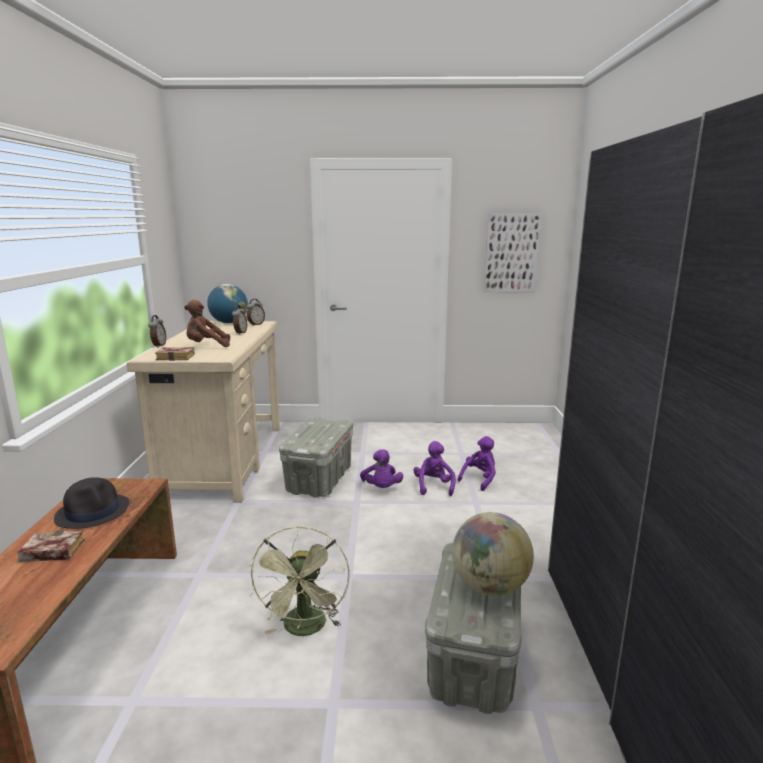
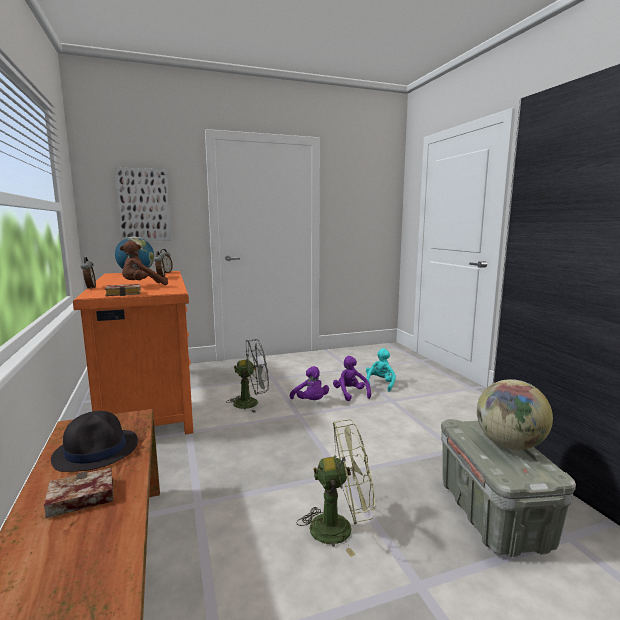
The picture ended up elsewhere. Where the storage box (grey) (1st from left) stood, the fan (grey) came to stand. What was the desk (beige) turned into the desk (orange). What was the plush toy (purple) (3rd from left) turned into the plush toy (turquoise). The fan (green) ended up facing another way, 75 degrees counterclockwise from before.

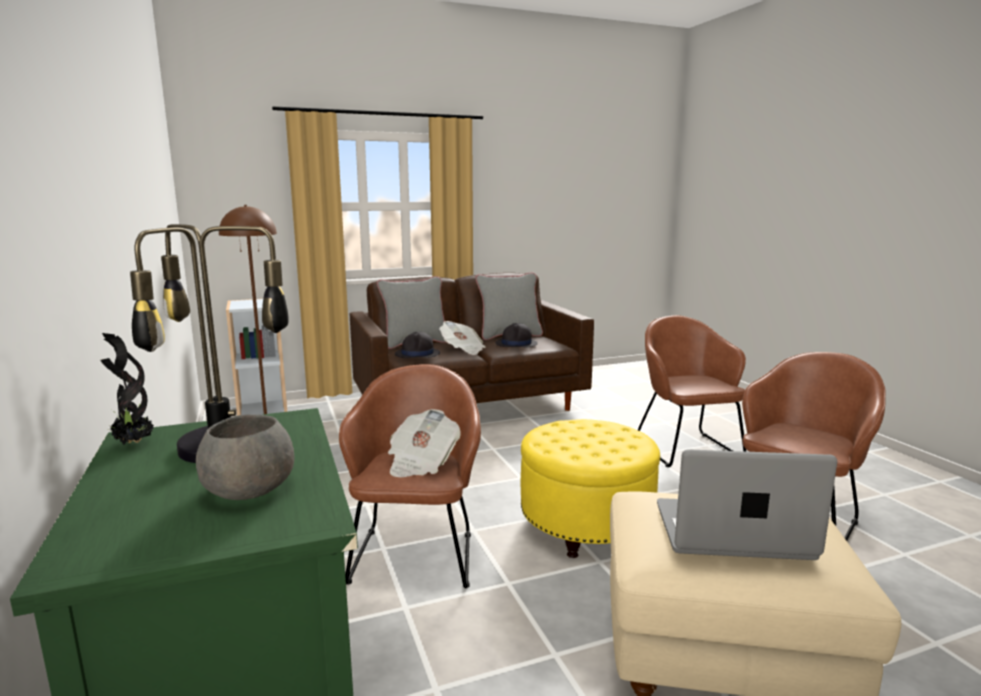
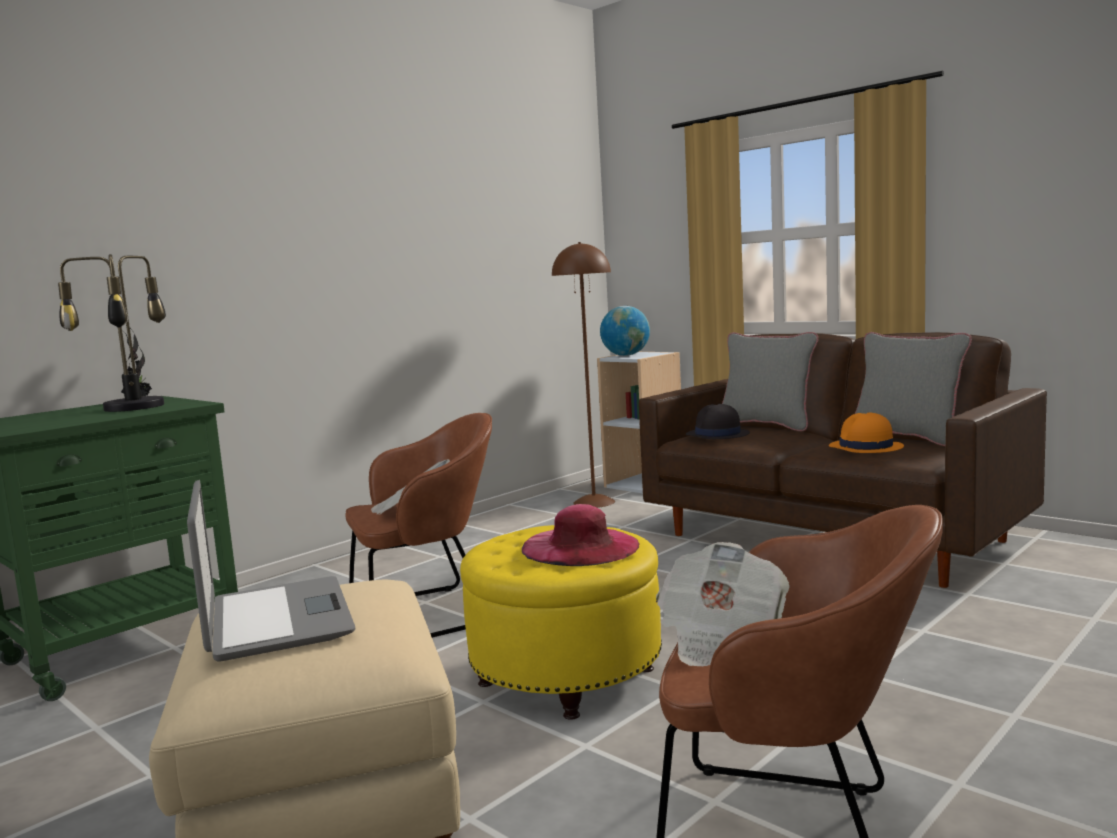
The second view lost the bowl (grey). The second view lost the armchair (brown) (2nd from left). The second view gained the hat (pink). The second view gained the globe. The newspaper (2nd from left) ended up elsewhere. What was the hat (black) (2nd from left) turned into the hat (orange).

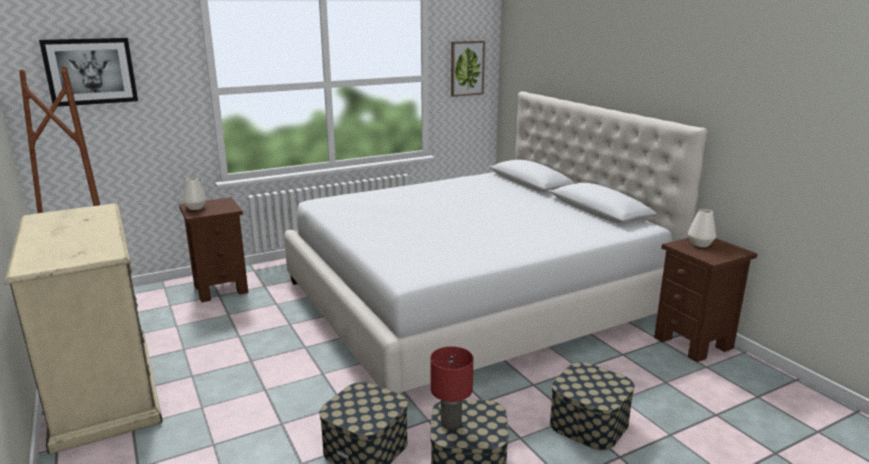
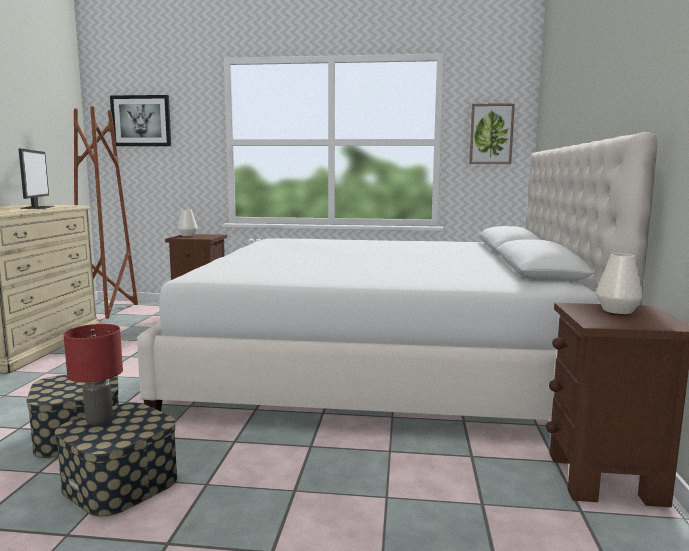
The second view lost the storage box (3rd from left). The second view gained the monitor.

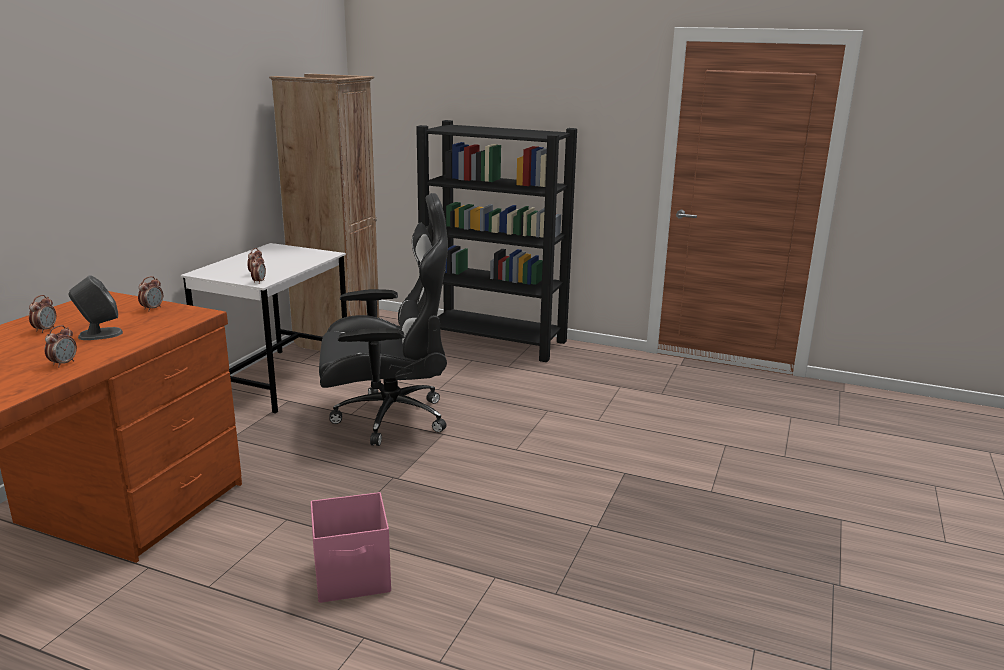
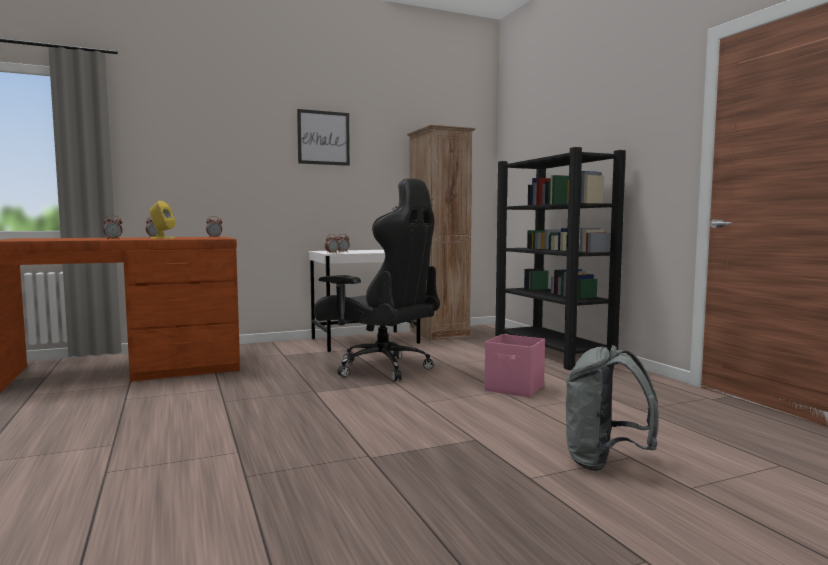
The second view gained the picture. The second view gained the backpack (grey). The storage box (pink) ended up elsewhere. What was the speaker (grey) turned into the speaker (yellow).

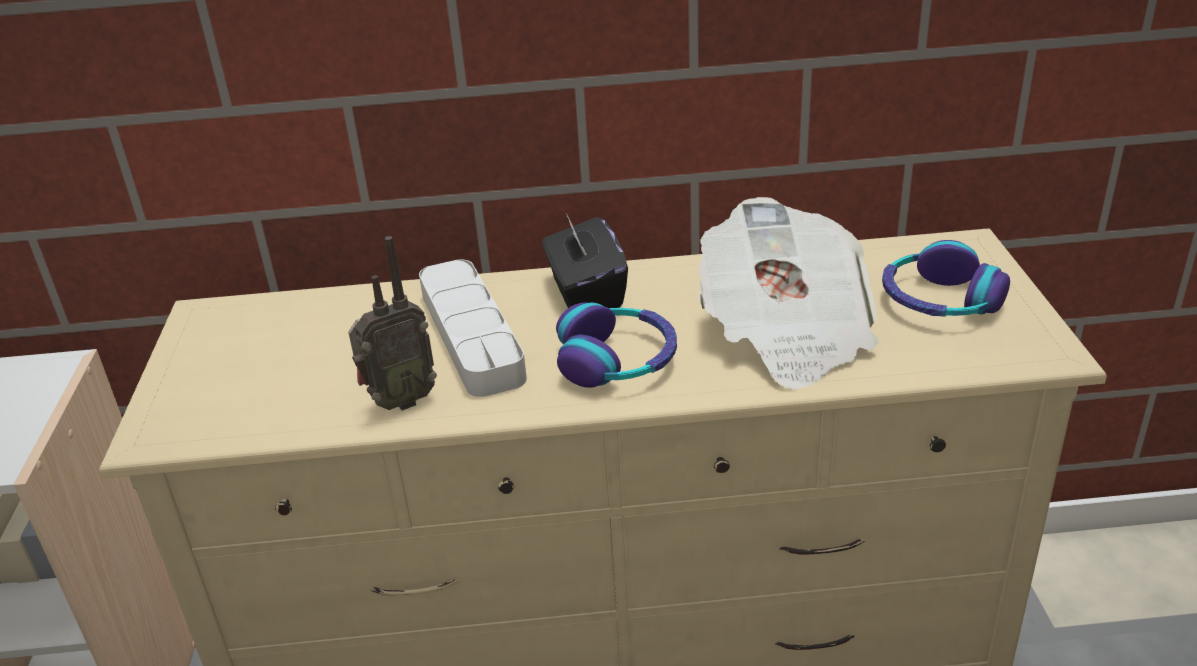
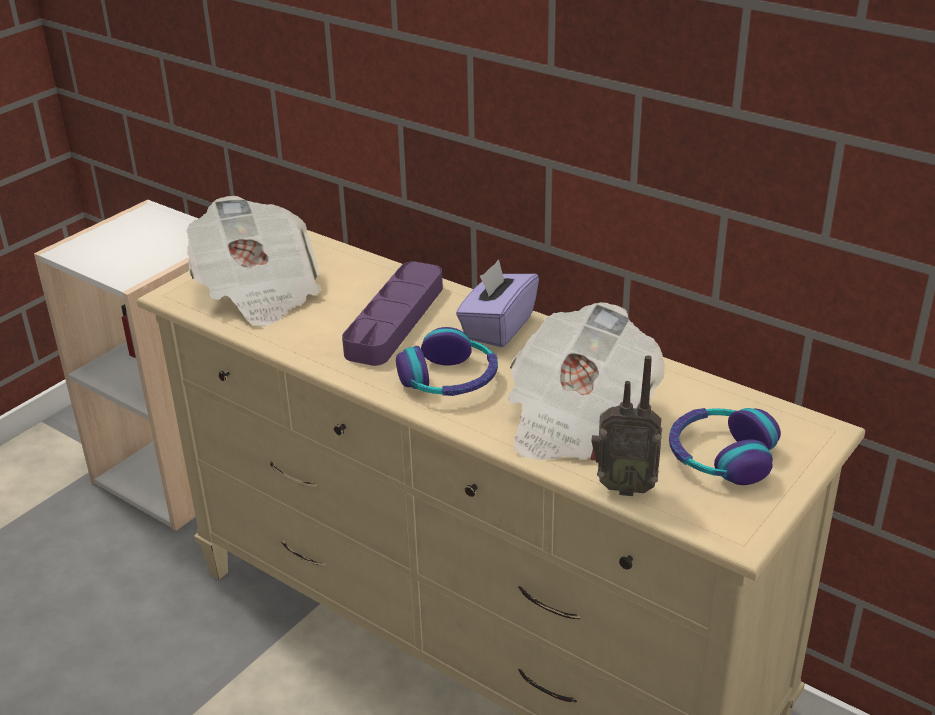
The second view gained the newspaper (1st from left). The radio ended up elsewhere. What was the tray (grey) turned into the tray (purple). What was the tissue box (black) turned into the tissue box (purple).

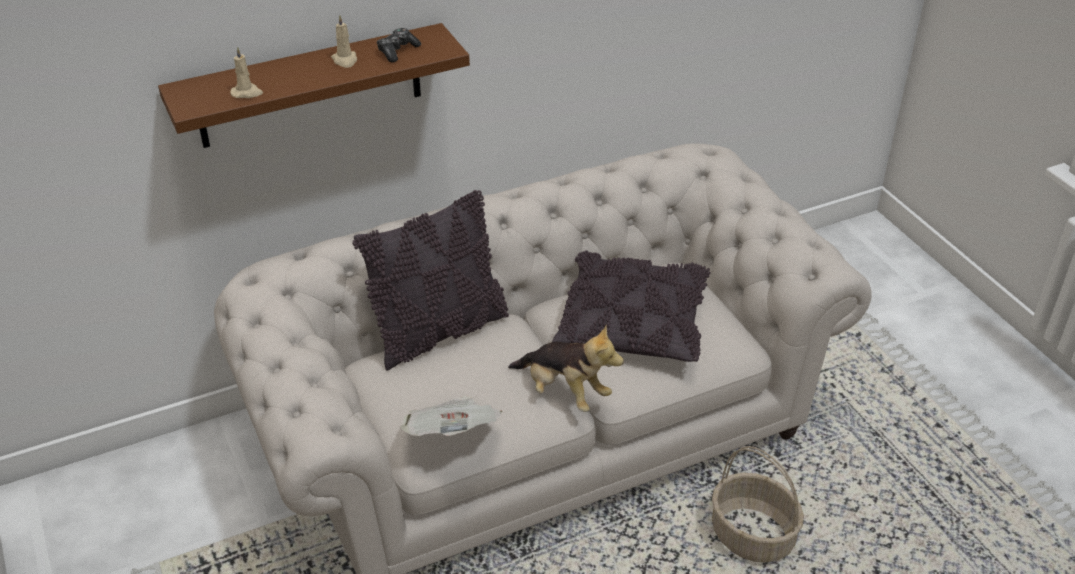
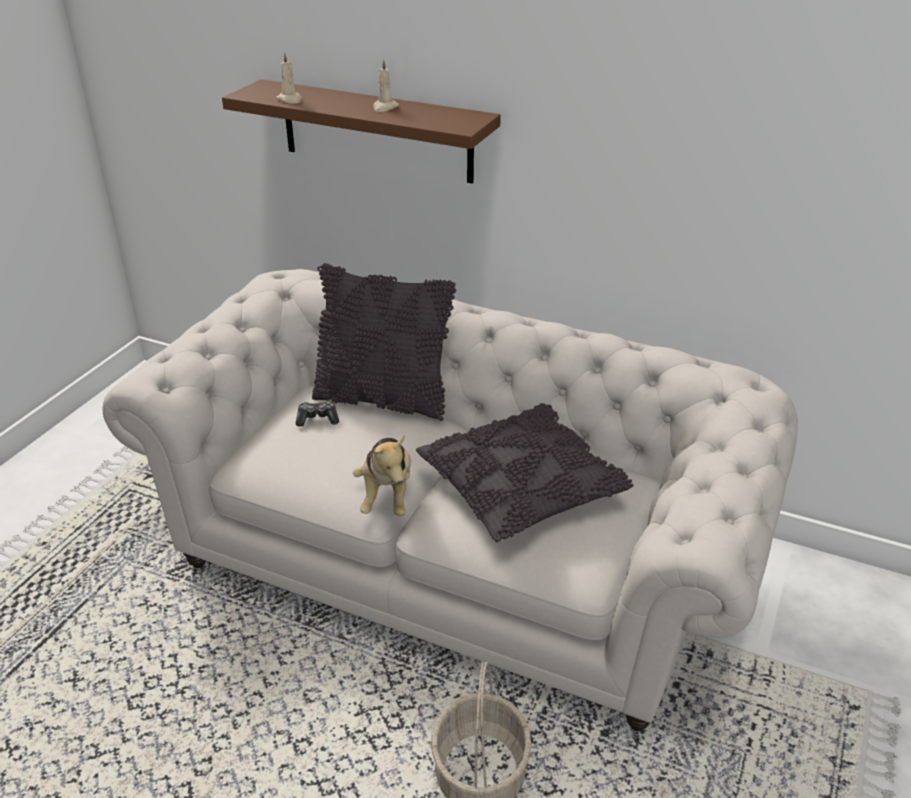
The second view lost the newspaper. The game controller ended up elsewhere.

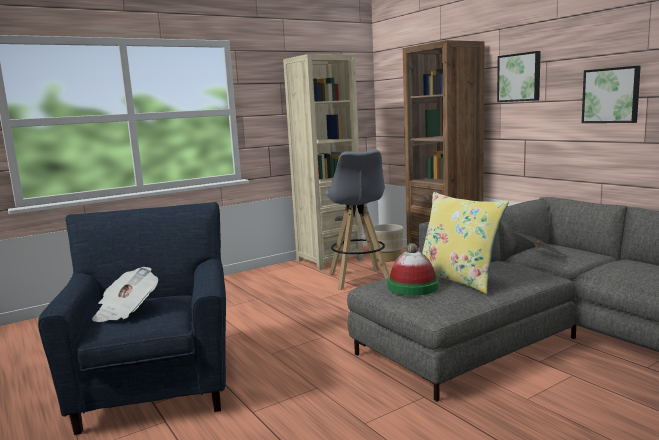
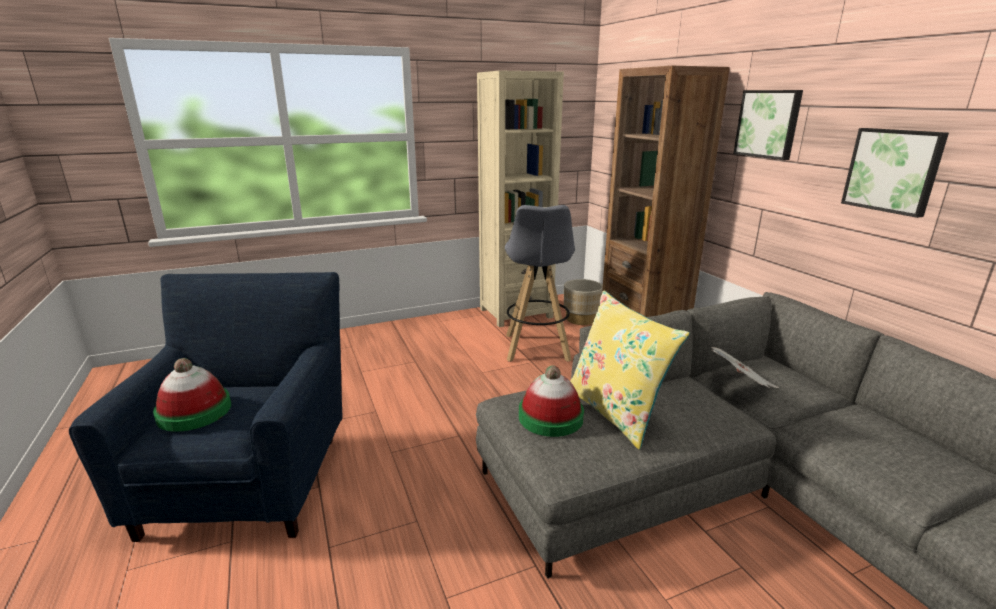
Where the newspaper (1st from left) stood, the hat (1st from left) came to stand.

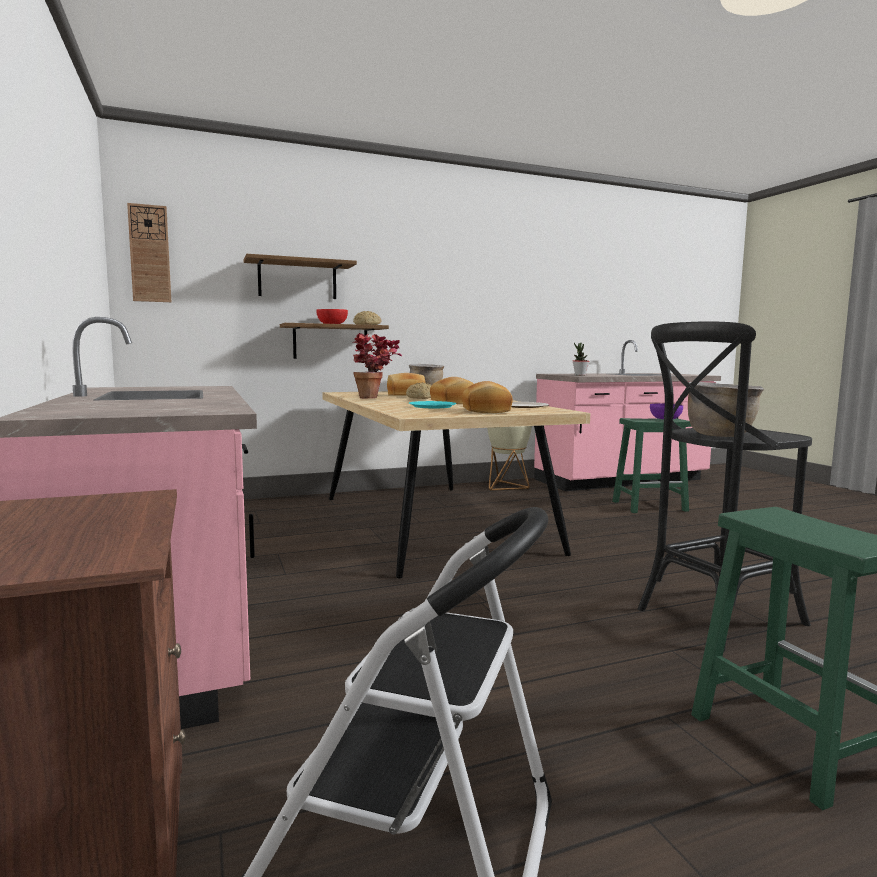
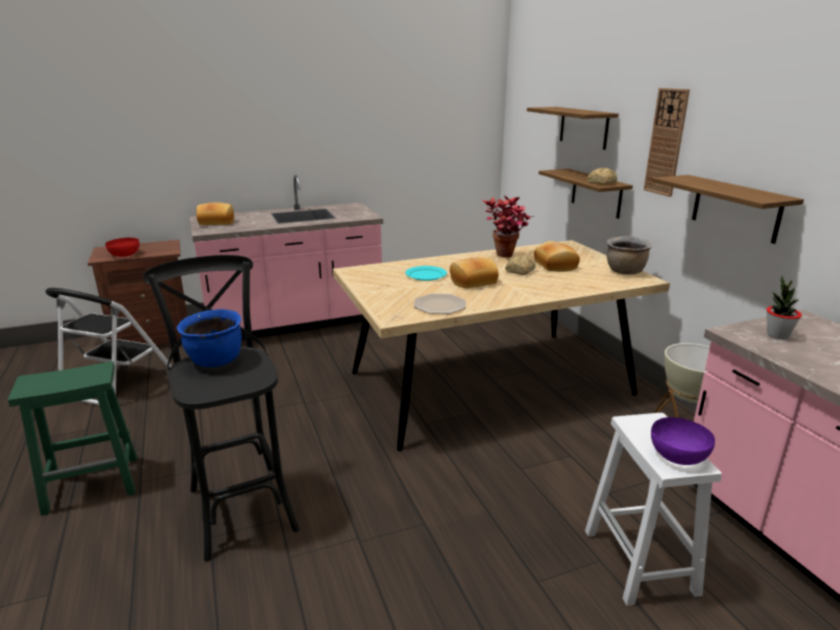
The second view gained the shelf (3rd from left). The wall clock ended up elsewhere. The bowl (red) ended up elsewhere. The bread (5th from left in the first image) ended up elsewhere. What was the stool (green) (1st from left) turned into the stool (white). What was the cooking pot (brown) (2nd from left) turned into the cooking pot (blue).

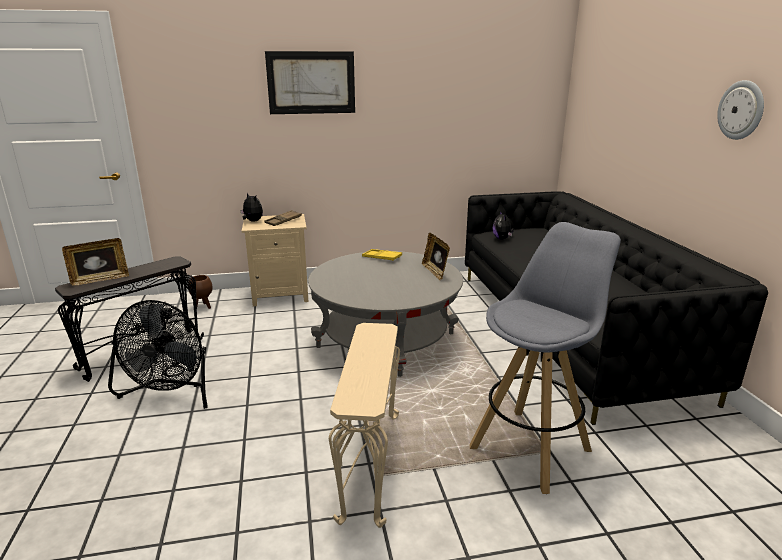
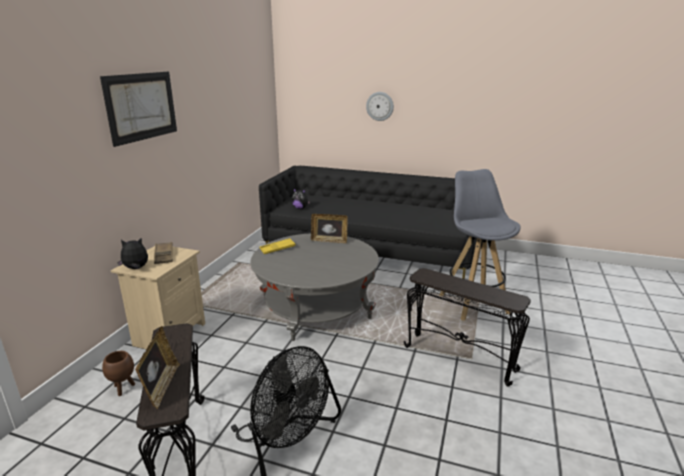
The wall clock ended up elsewhere. What was the side table (beige) turned into the side table (black) (2nd from left).

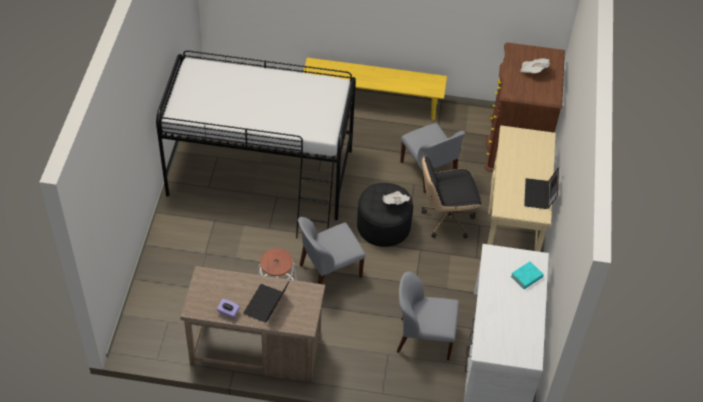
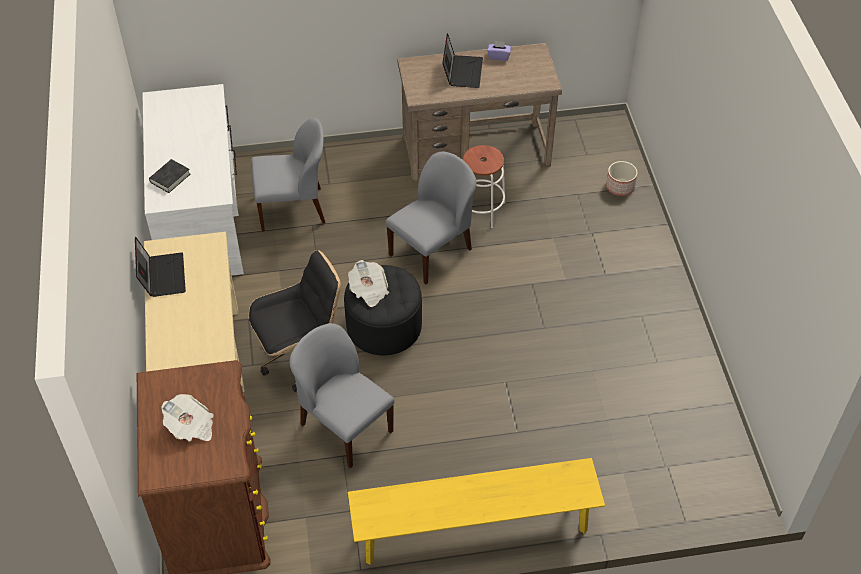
The second view lost the bed (black). The second view gained the planter. What was the book (turquoise) turned into the book (black).

